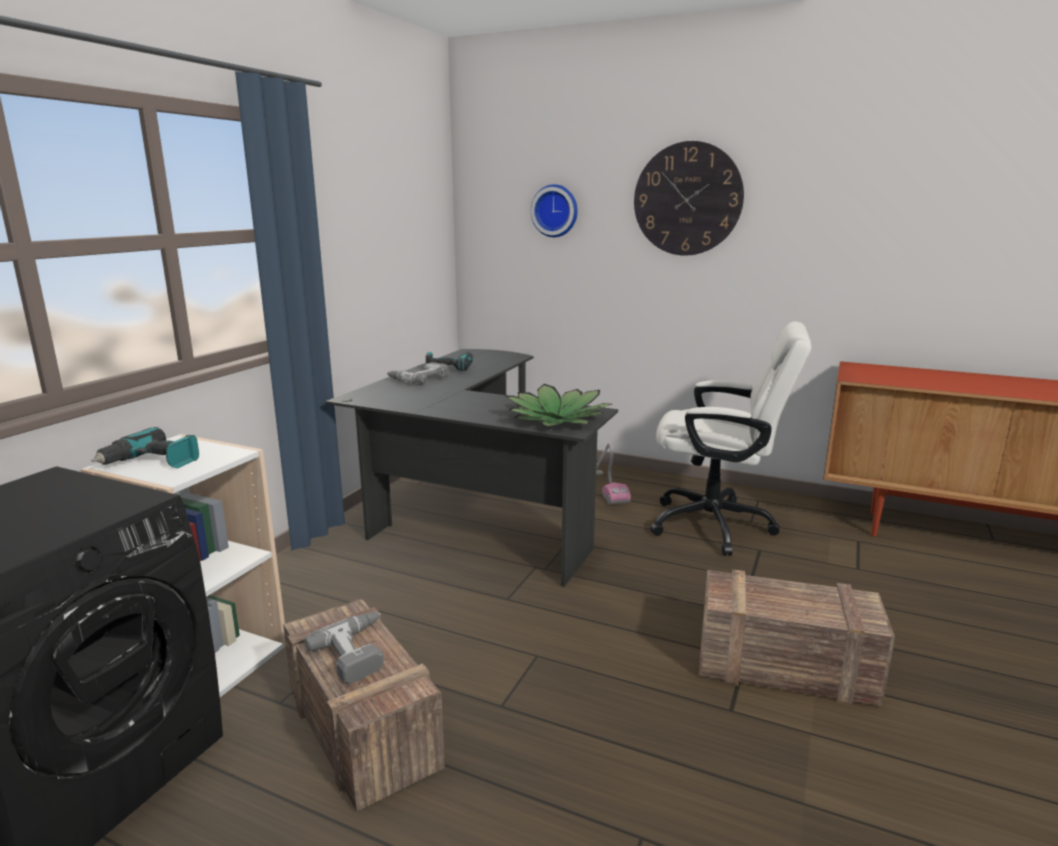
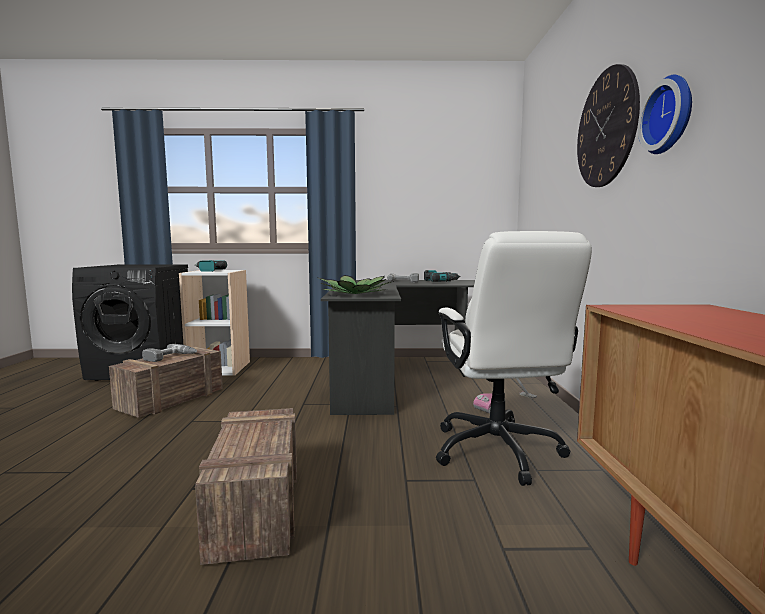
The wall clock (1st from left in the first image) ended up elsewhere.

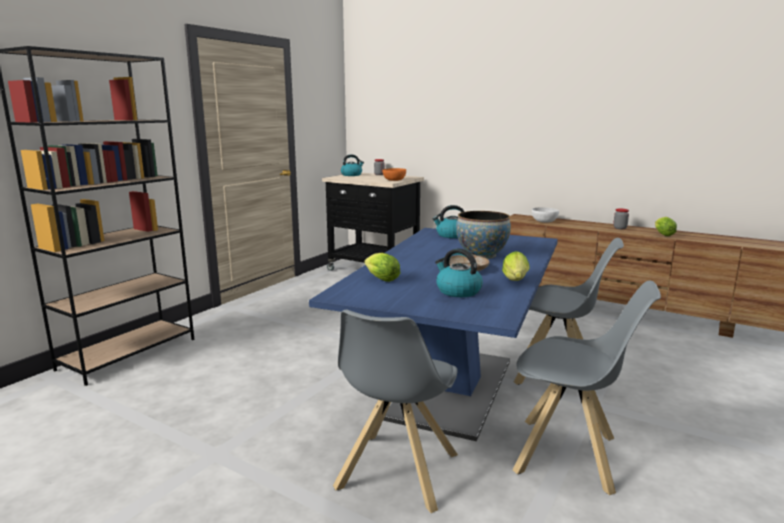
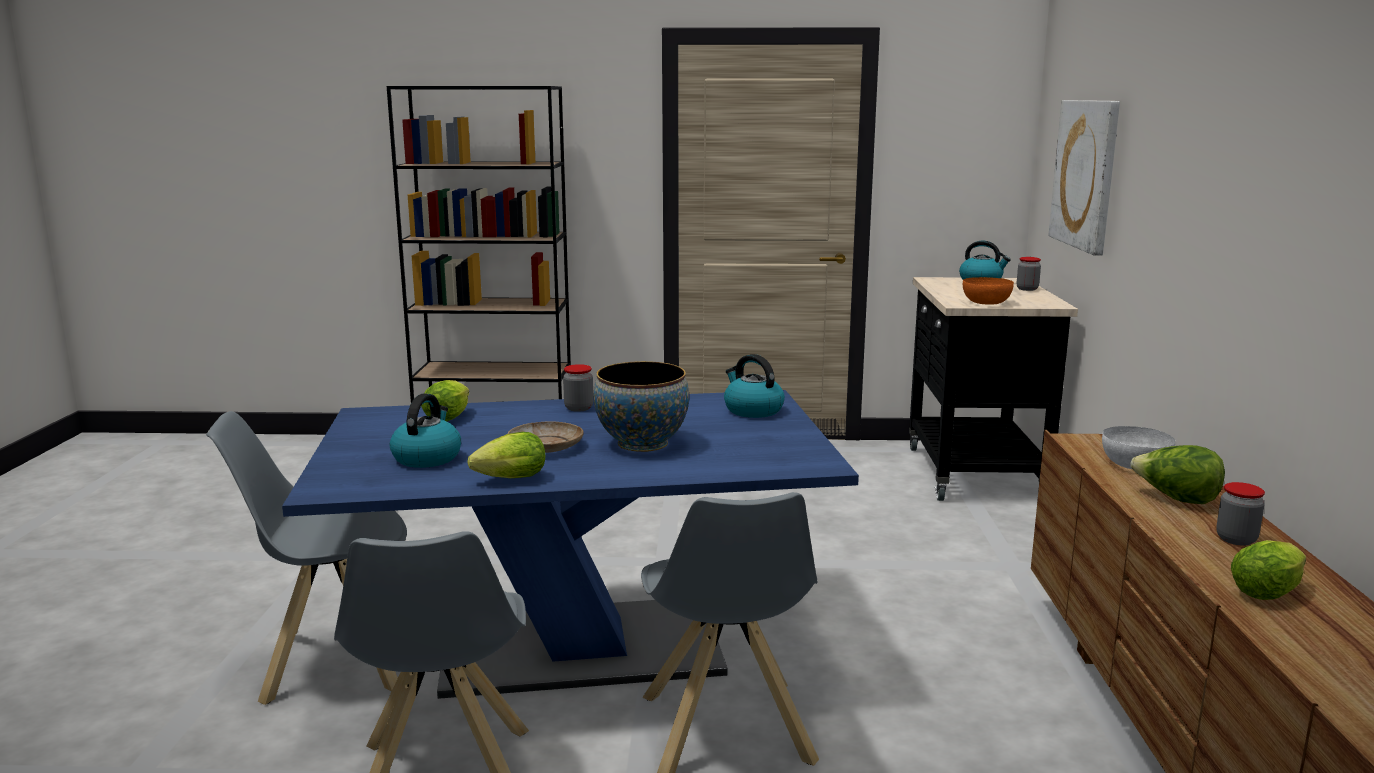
The second view gained the jar (1st from left). The second view gained the picture. The second view gained the lettuce (3rd from left).

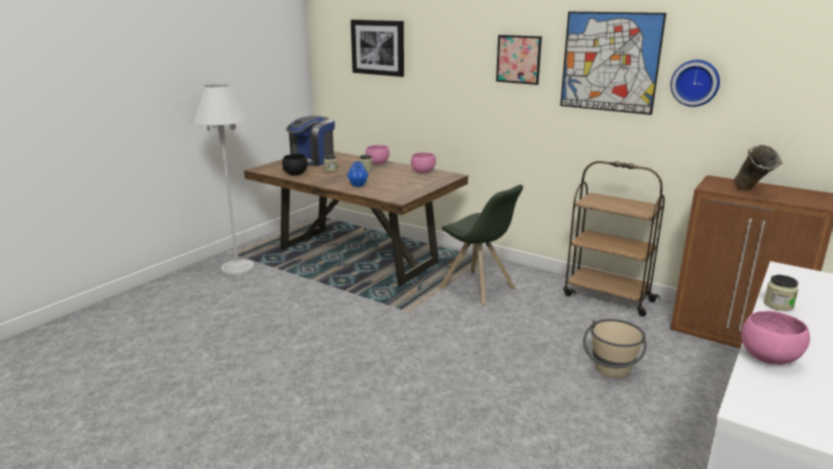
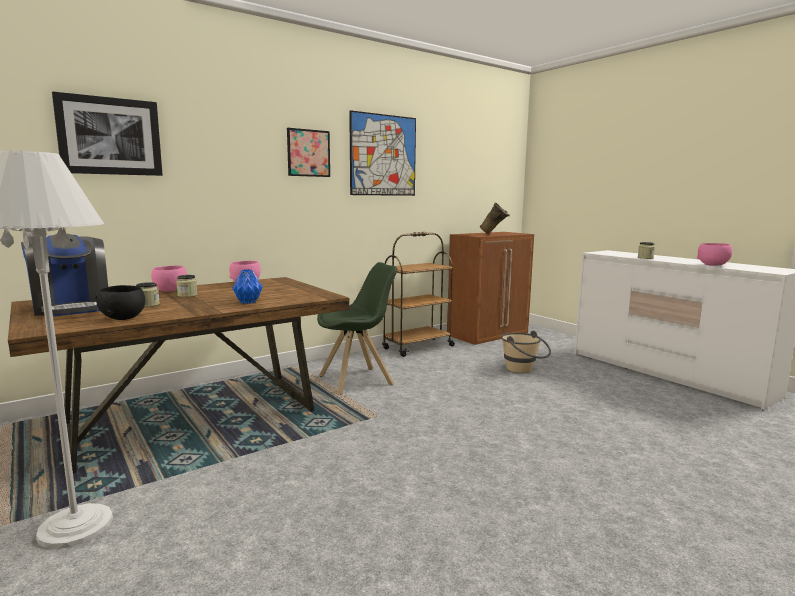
The second view lost the wall clock.

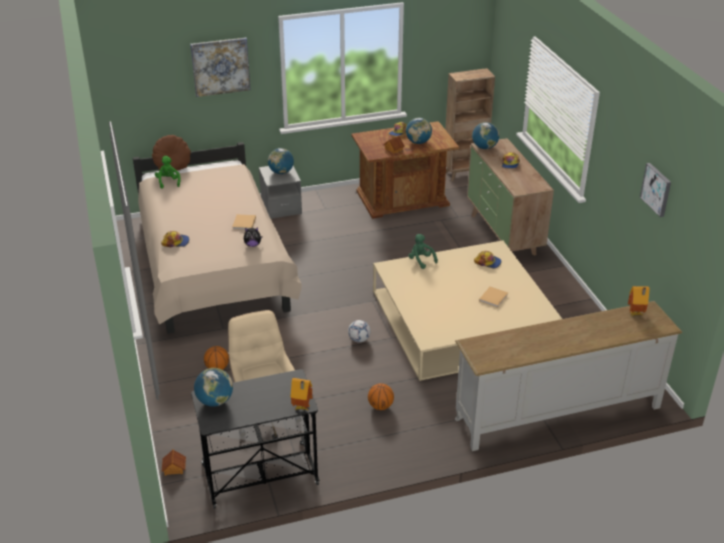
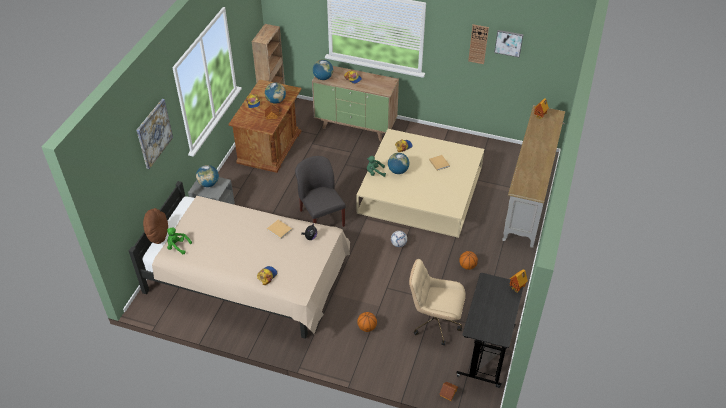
The second view gained the chair (grey). The second view gained the wall clock. The globe (1st from left in the first image) ended up elsewhere.

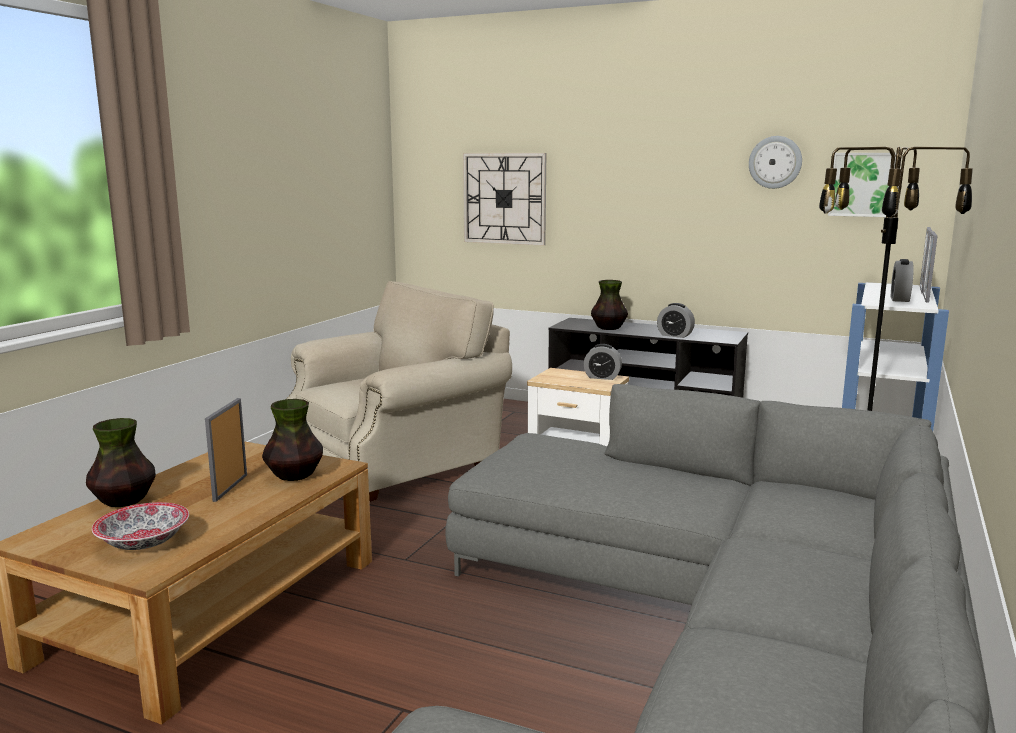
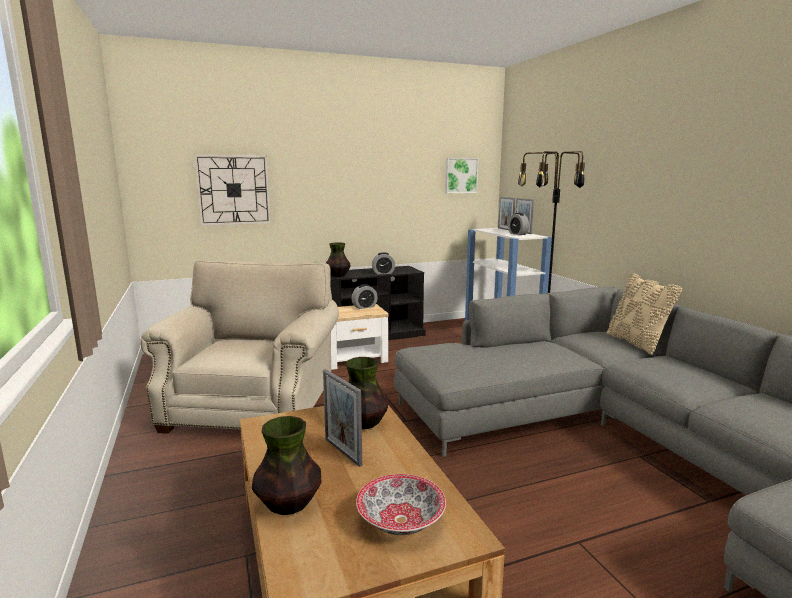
The second view lost the wall clock (2nd from left). The second view gained the pillow (beige).

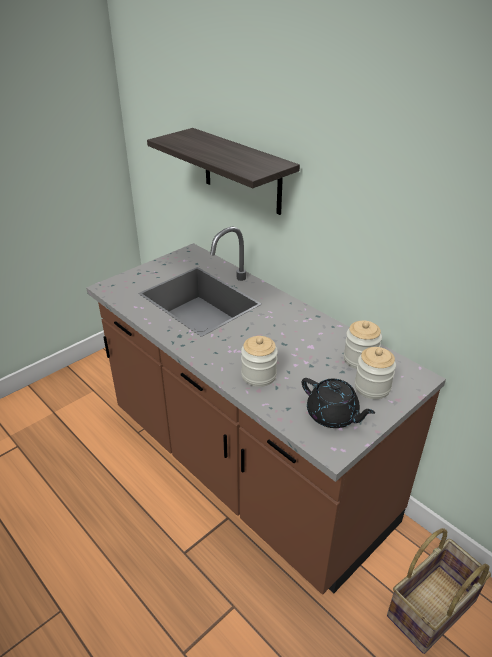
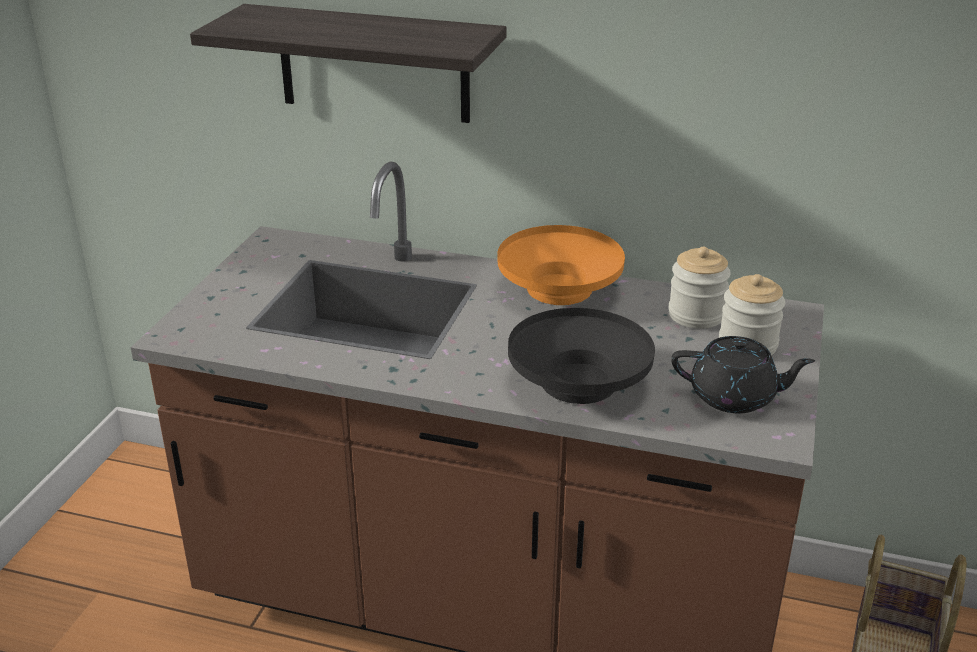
The second view gained the bowl (orange). Where the jar (1st from left) stood, the bowl (black) came to stand.

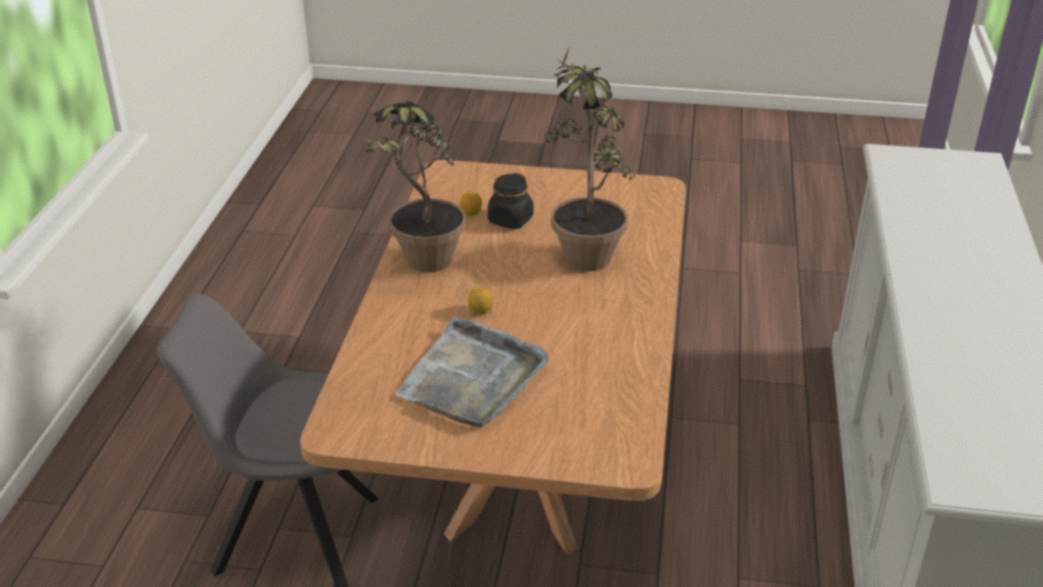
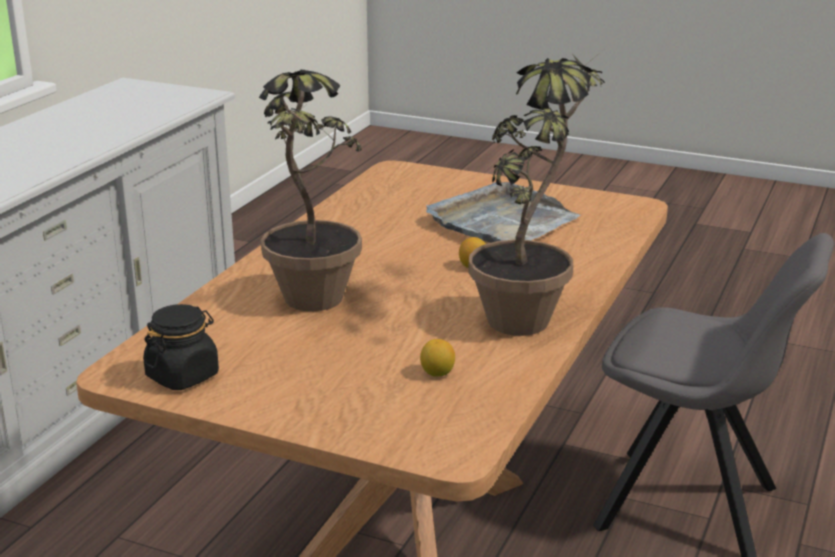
The jar (black) ended up elsewhere.

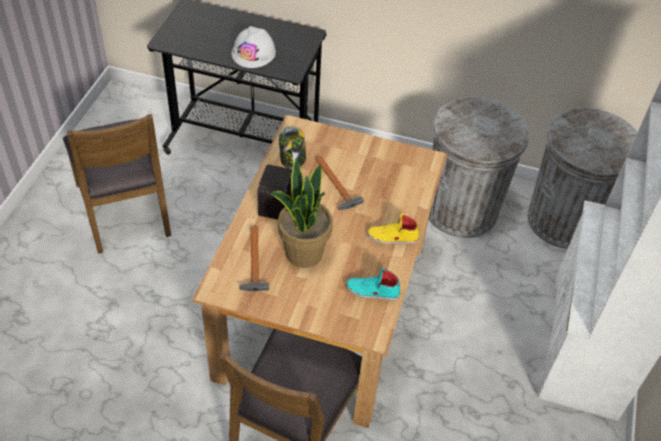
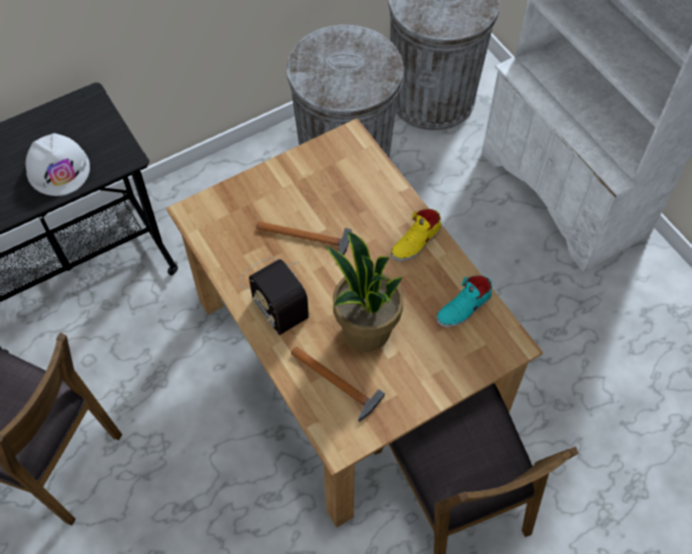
The second view lost the jar.

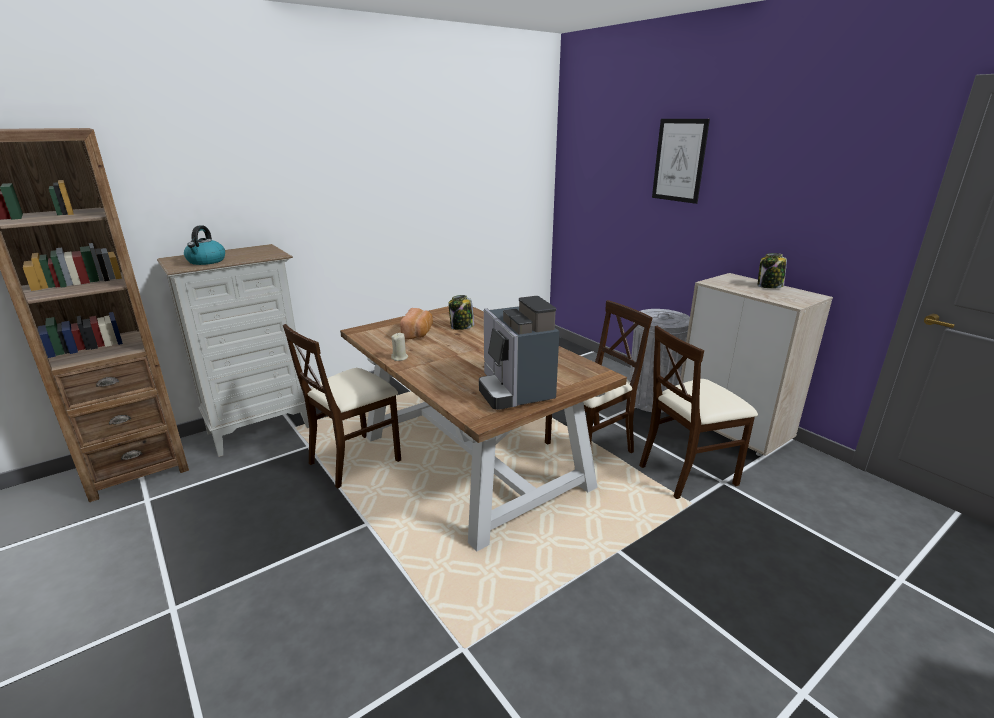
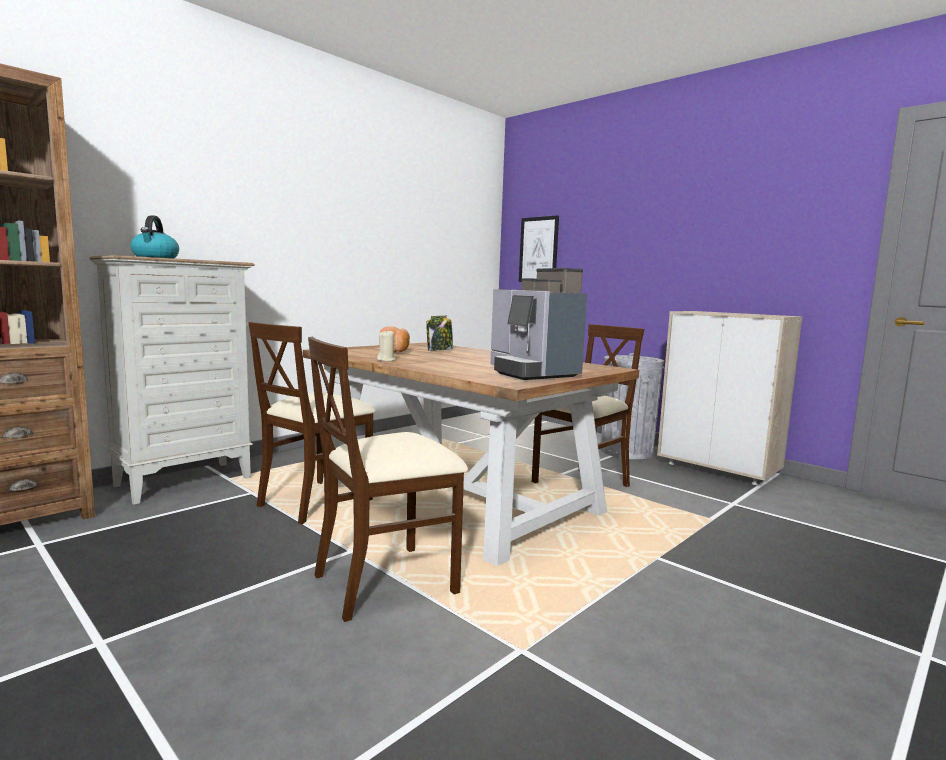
The second view lost the jar (2nd from left). The chair (beige) (3rd from left in the first image) ended up elsewhere. The picture ended up elsewhere.

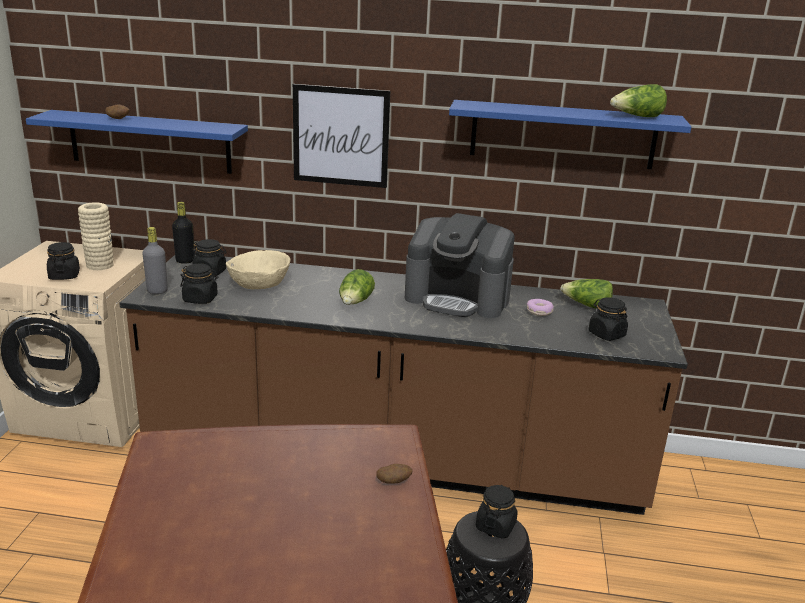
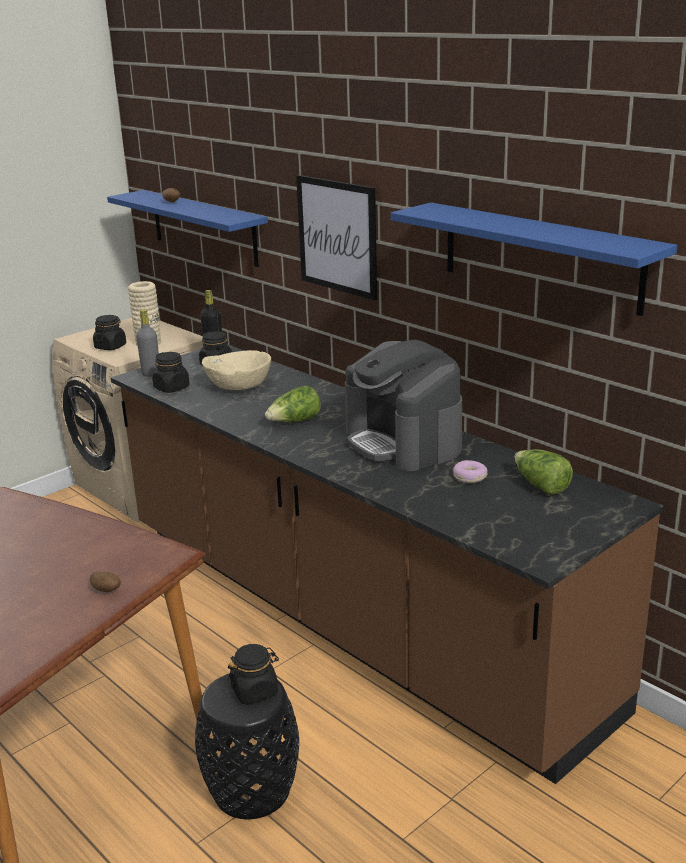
The second view lost the jar (black) (5th from left). The second view lost the lettuce (3rd from left).

